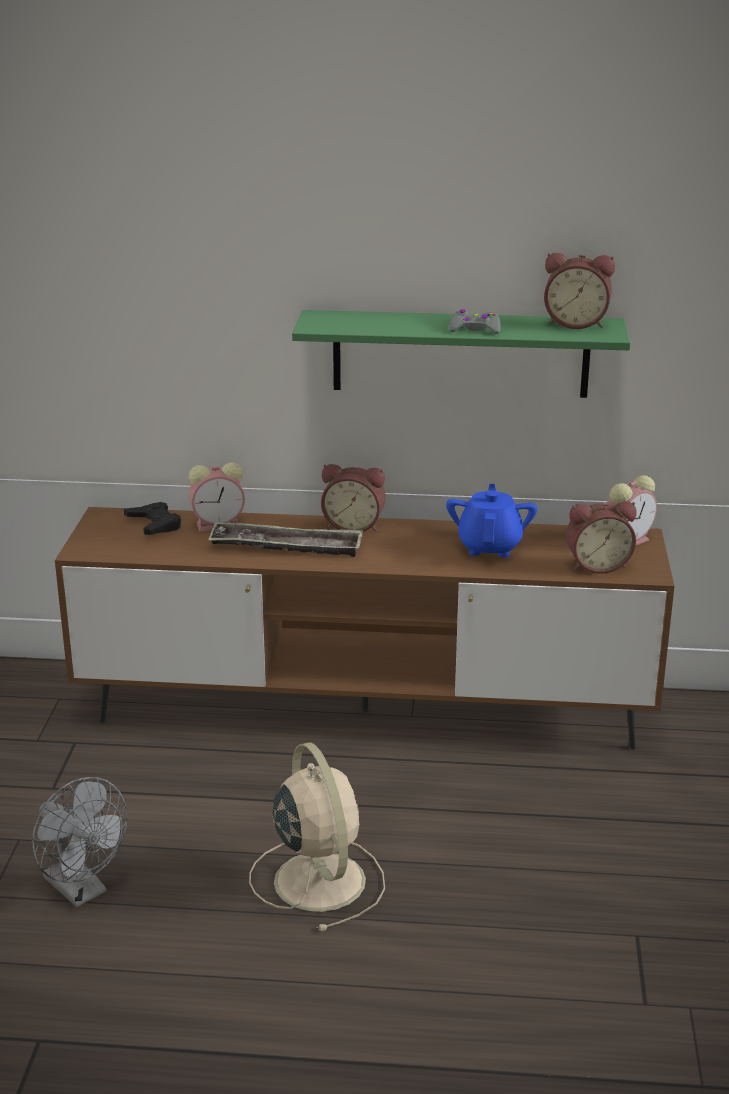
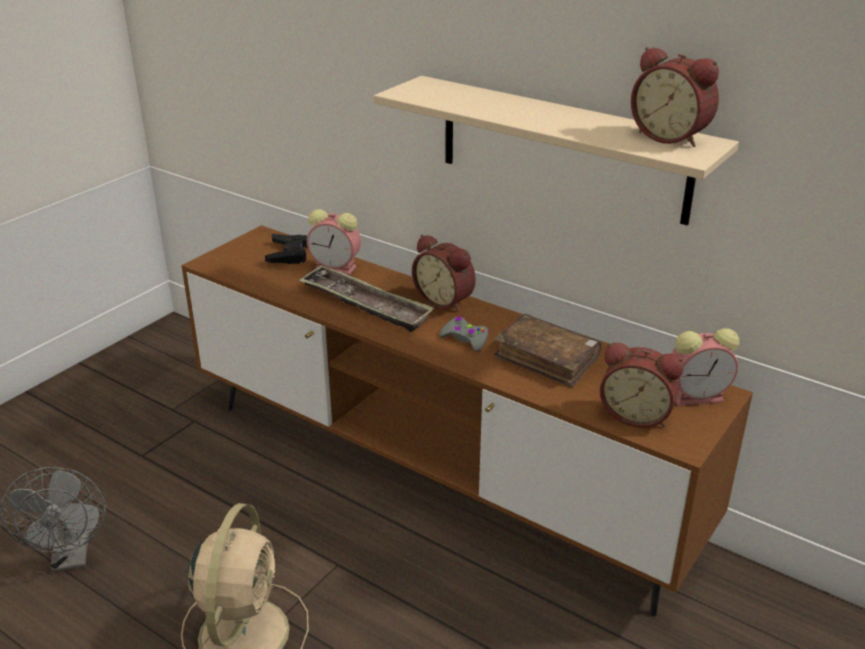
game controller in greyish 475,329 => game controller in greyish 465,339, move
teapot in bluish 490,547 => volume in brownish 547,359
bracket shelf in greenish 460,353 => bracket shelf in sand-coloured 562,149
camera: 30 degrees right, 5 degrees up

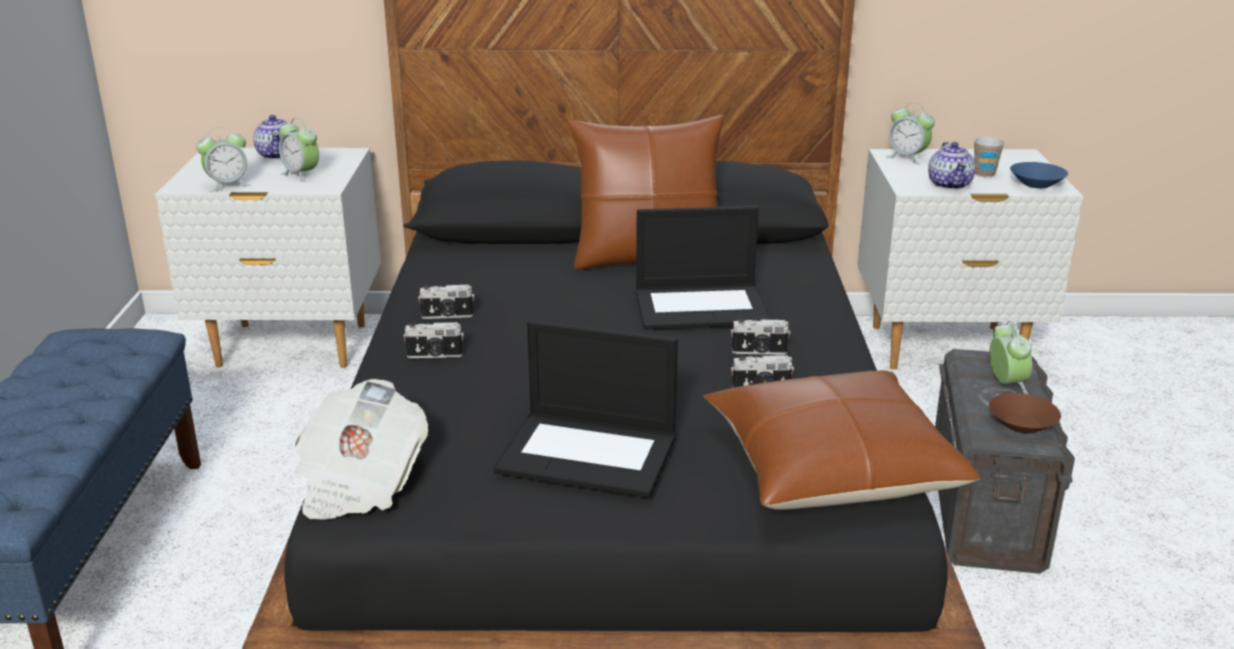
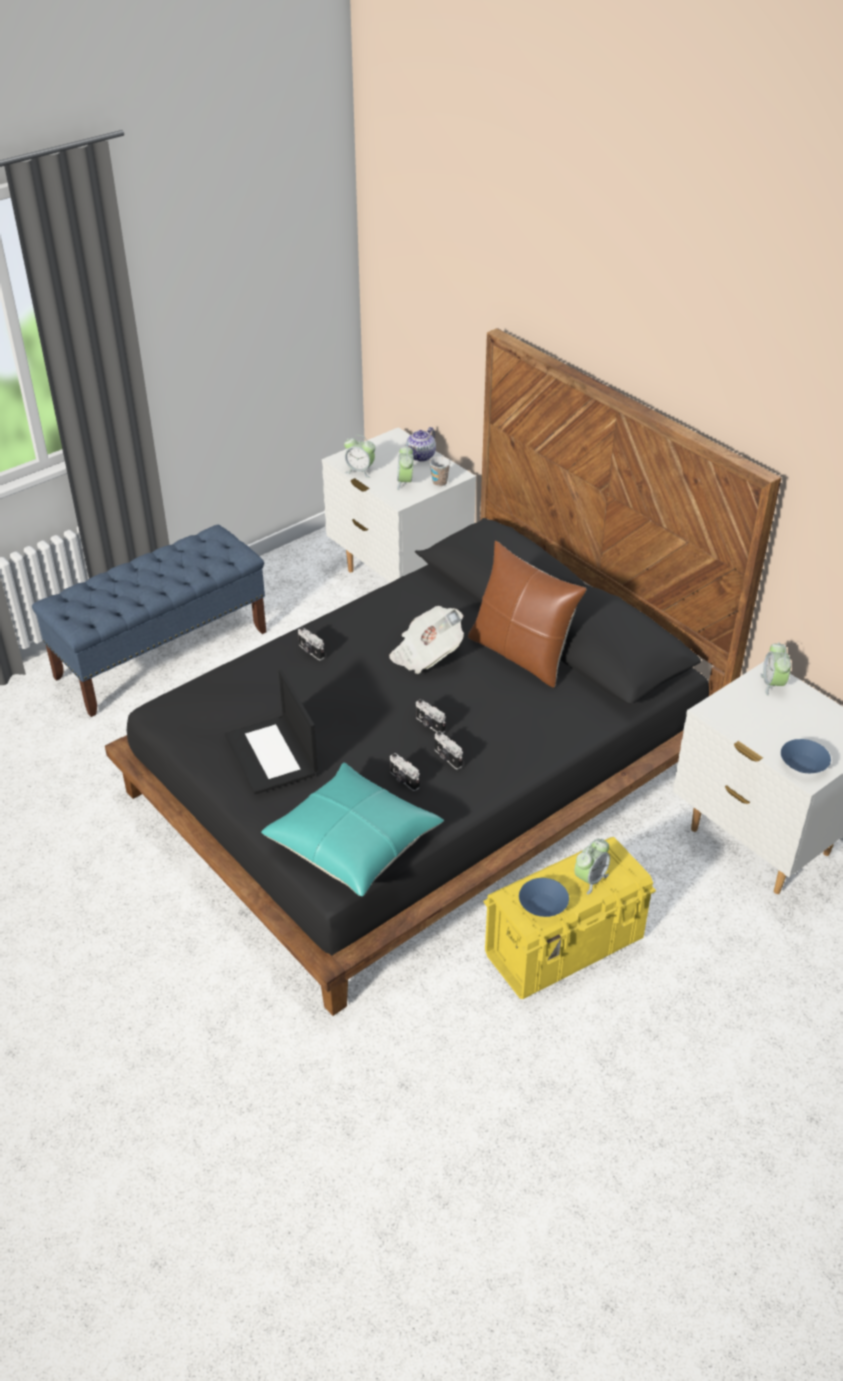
portable computer 702,307 => nothing
teapot 950,184 => nothing
daily paper 359,483 => daily paper 426,655, move
still camera 447,316 => still camera 429,725, move
drinking cup 984,174 => drinking cup 439,482, move
cushion in brownish 831,466 => cushion in turquoise 353,842
storage box in greyish 985,508 => storage box in yellowish 565,947
bowl in brownish 1020,425 => bowl in bluish 542,905
camera: 50 degrees right, 15 degrees up

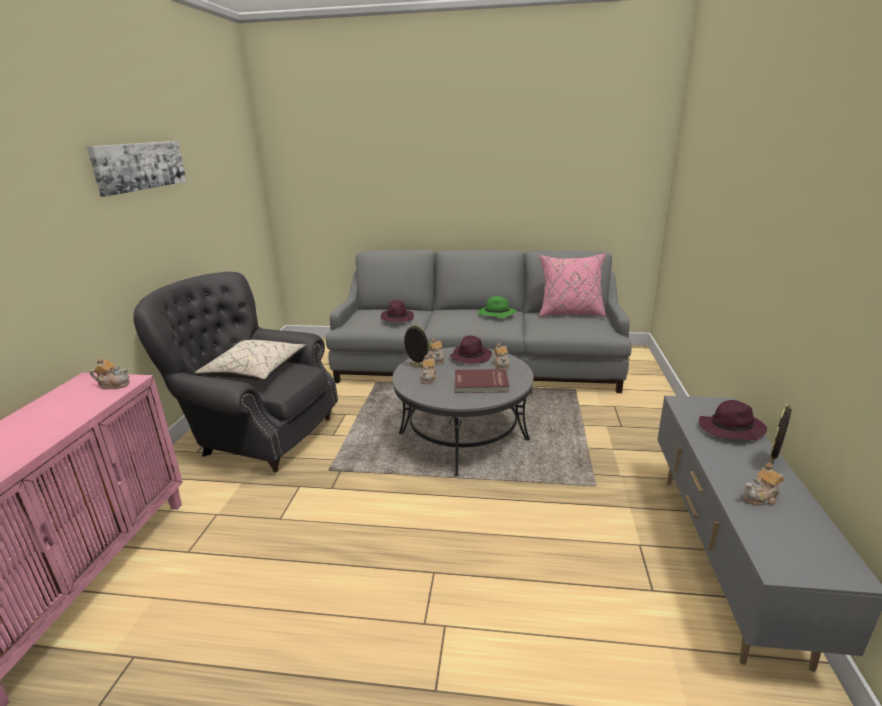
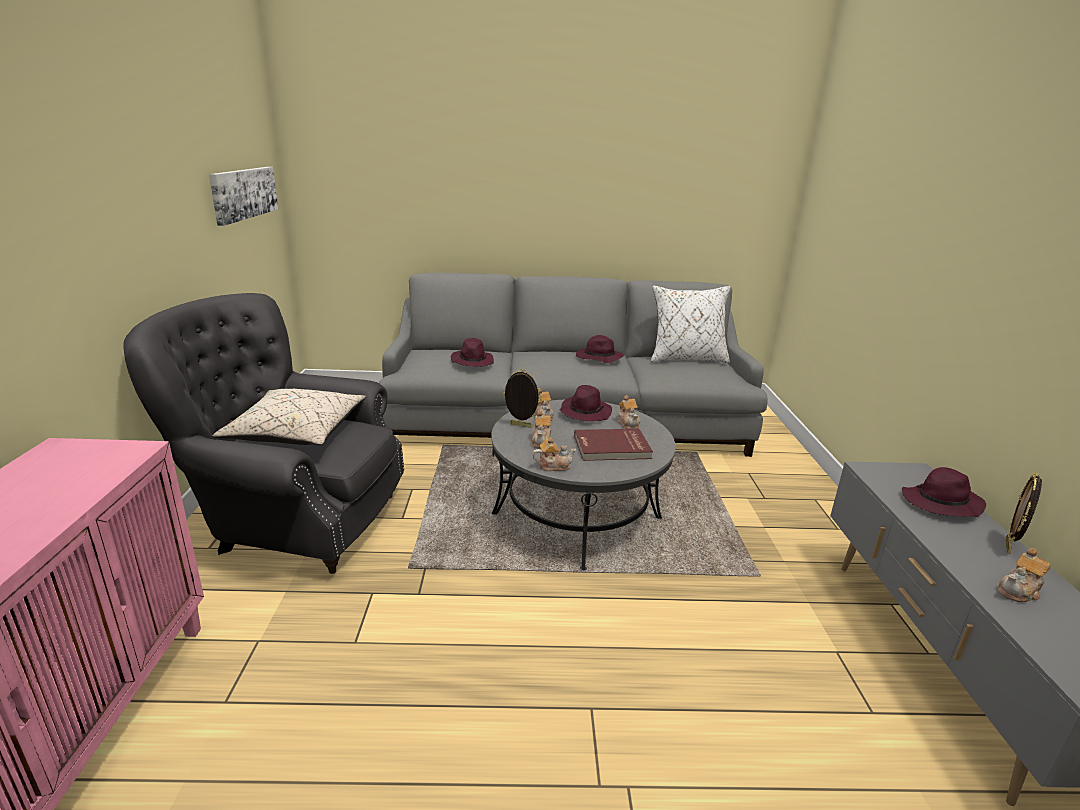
wall picture 139,166 => wall picture 244,193, move
teapot 114,384 => teapot 553,466, move
hat in greenish 496,314 => hat in purplish 598,358
cushion in pink-coloured 570,313 => cushion in whitish 686,358
camera: 10 degrees left, 0 degrees up

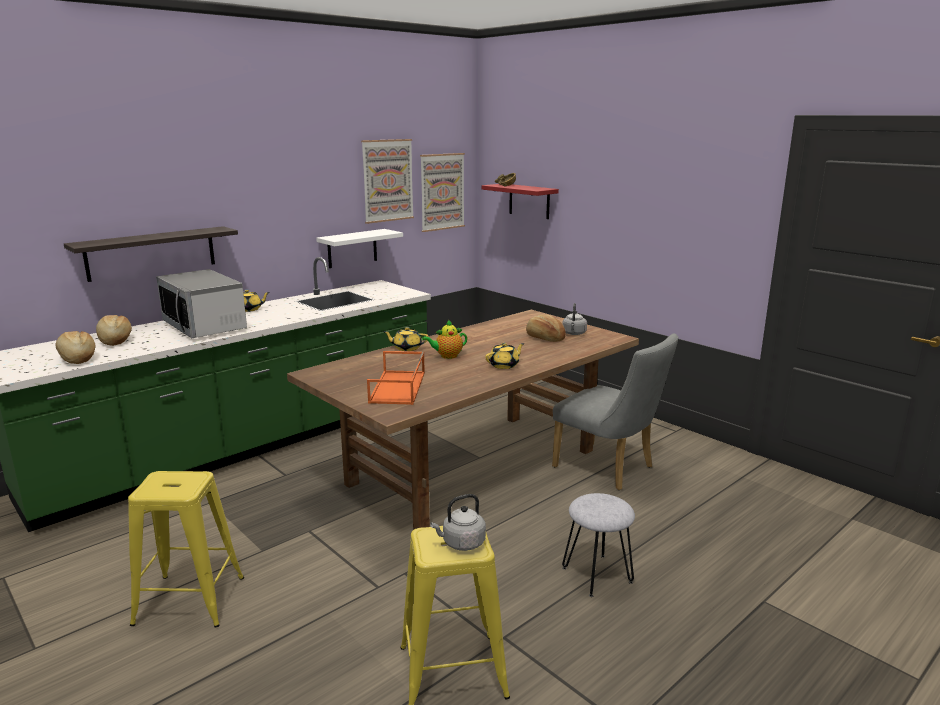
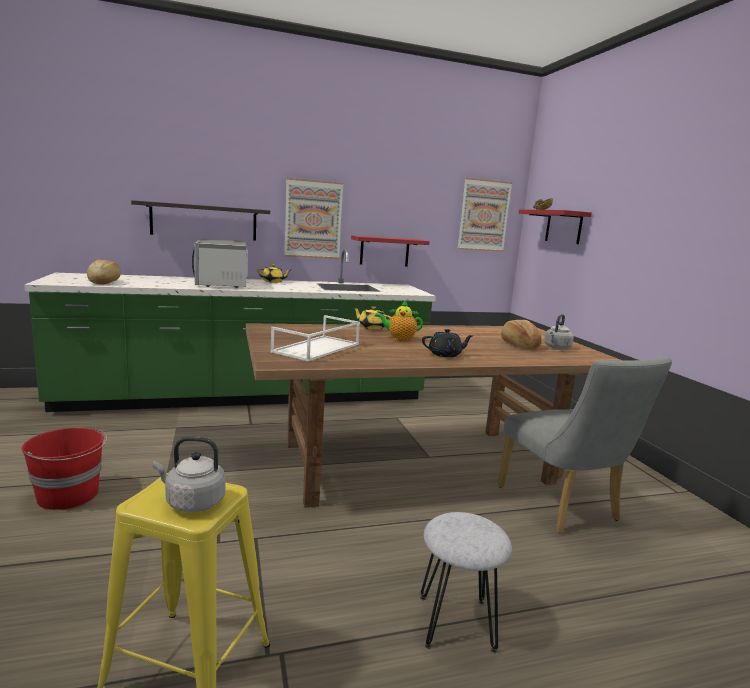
bakery bread 114,340 => nothing
wall picture 387,180 => wall picture 313,219, move
stool in yellowish 189,600 => bucket in red-coloured 69,495
bracket shelf in whitish 352,248 => bracket shelf in red-coloured 384,251
serving tray in orange-coloured 398,387 => serving tray in whitish 317,348
teapot in yellowish 504,365 => teapot in blackish 445,354
camera: 25 degrees right, 5 degrees down

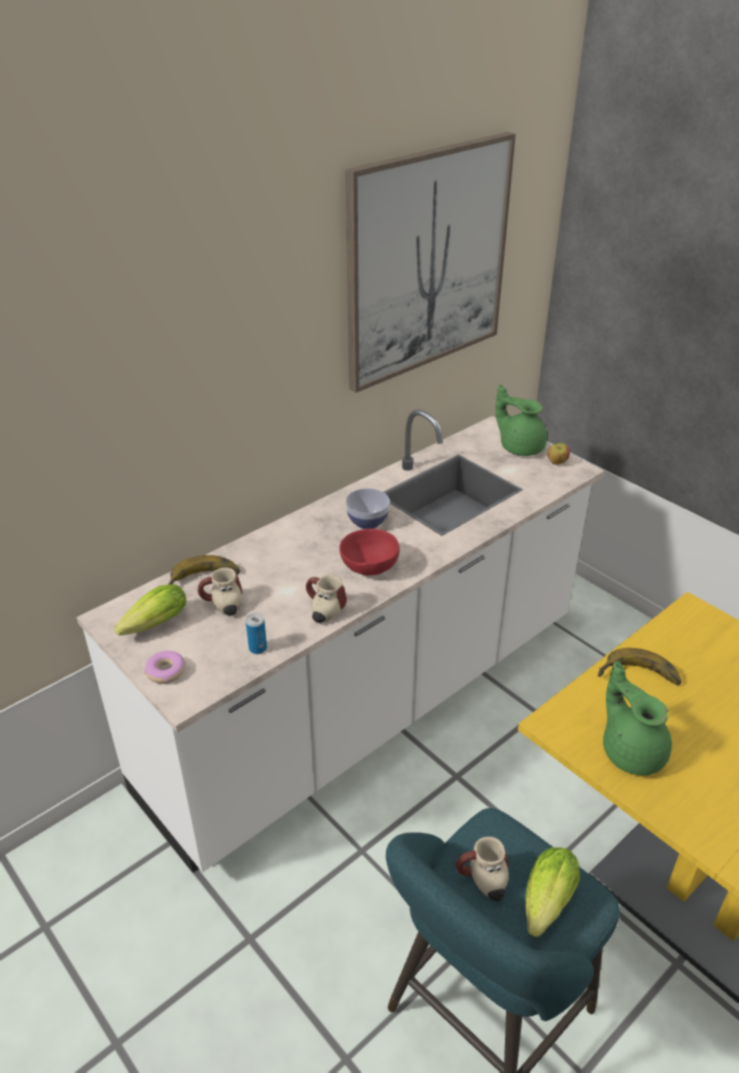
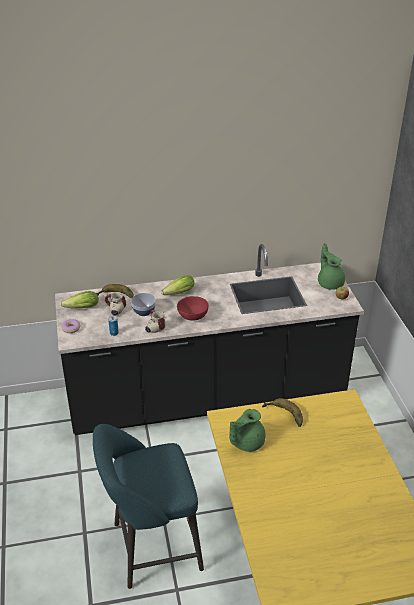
wall picture 427,261 => nothing
tea mug 482,882 => nothing
bowl 367,522 => bowl 143,311, move
head of lettuce 545,905 => head of lettuce 177,294, move
kitchen counter in whitish 369,705 => kitchen counter in blackish 207,398
teapot in greenish 631,750 => teapot in greenish 246,442, 135 degrees counterclockwise
camera: 30 degrees right, 0 degrees up

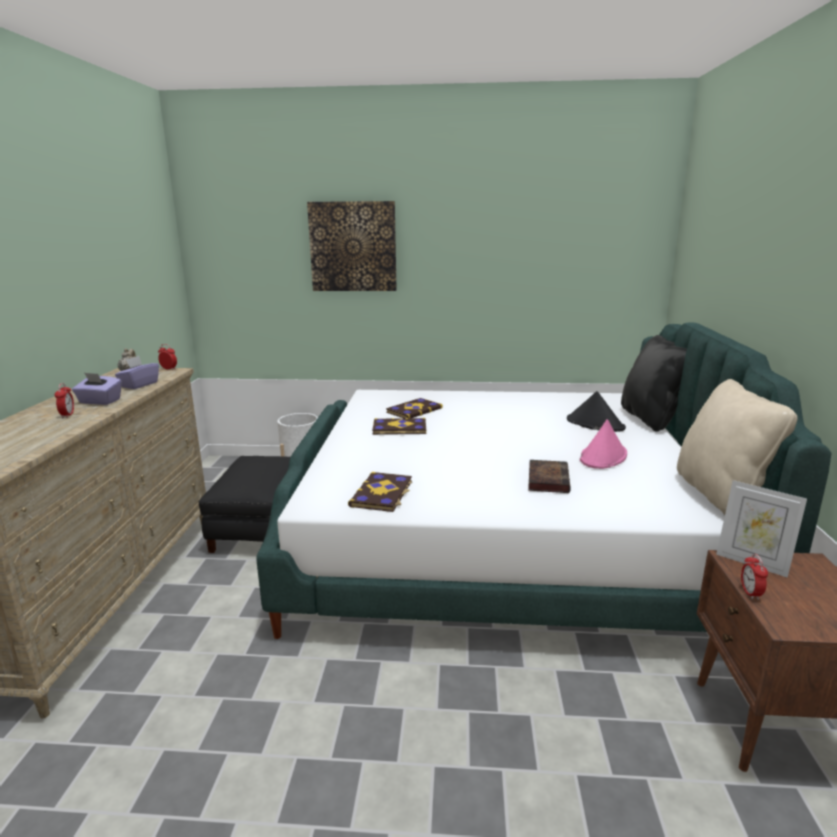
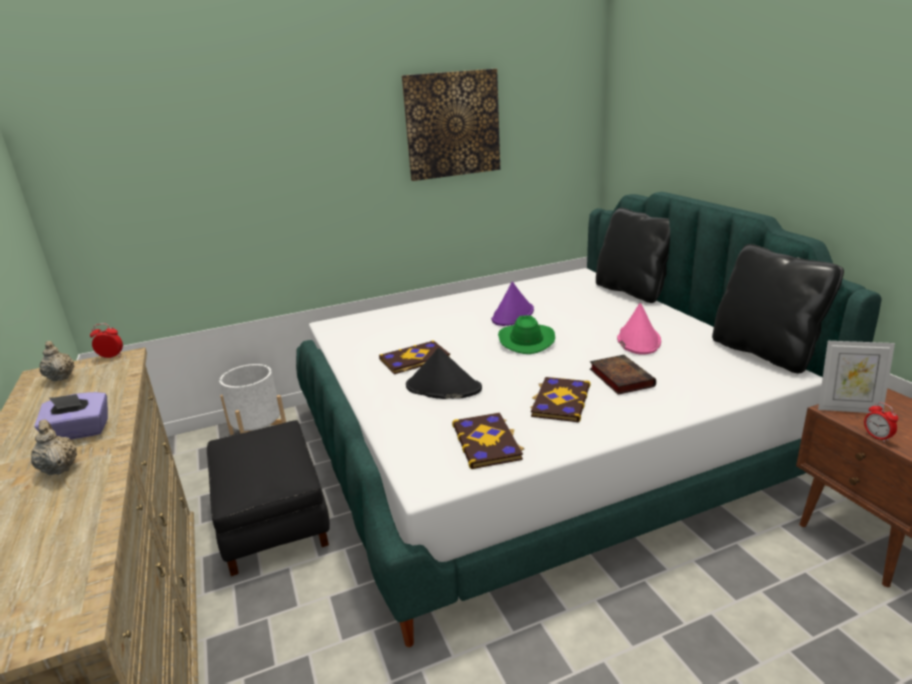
box of tissues in purplish 139,385 => nothing
nothing => hat in purplish 513,315
nothing => hat in greenish 525,340
wall picture 353,247 => wall picture 452,124, move
volume 413,410 => volume 560,401, move
hat in blackish 594,424 => hat in blackish 443,387, move
table clock 67,415 => teapot in sand-coloured 59,468
cushion in sand-coloured 720,495 => cushion in blackish 764,352
camera: 25 degrees left, 5 degrees up

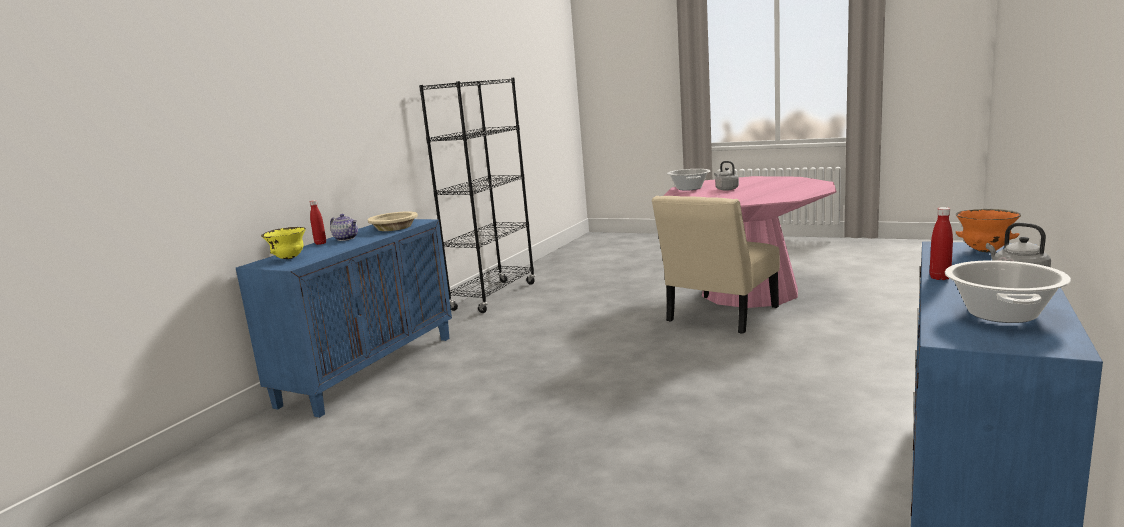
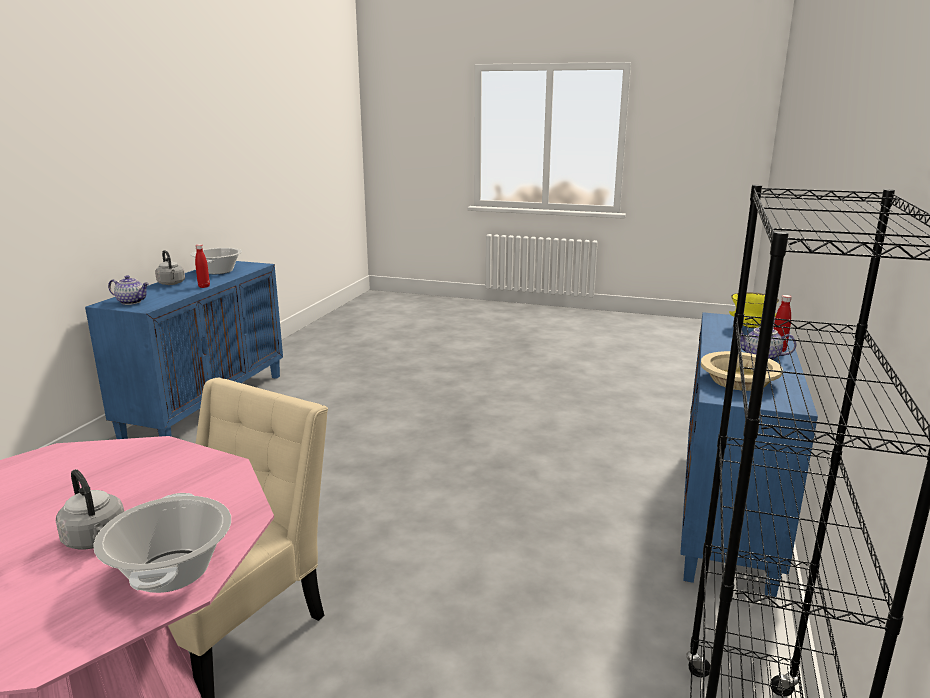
bowl in orange-coloured 985,251 => teapot 132,302
camera: 170 degrees right, 5 degrees up

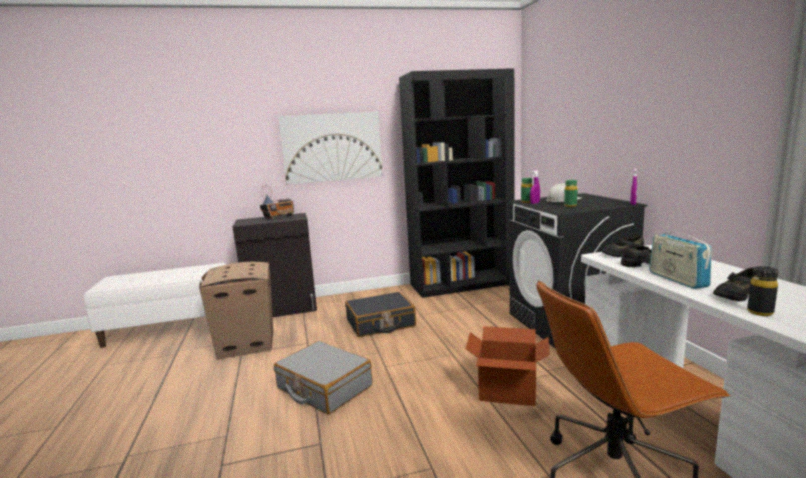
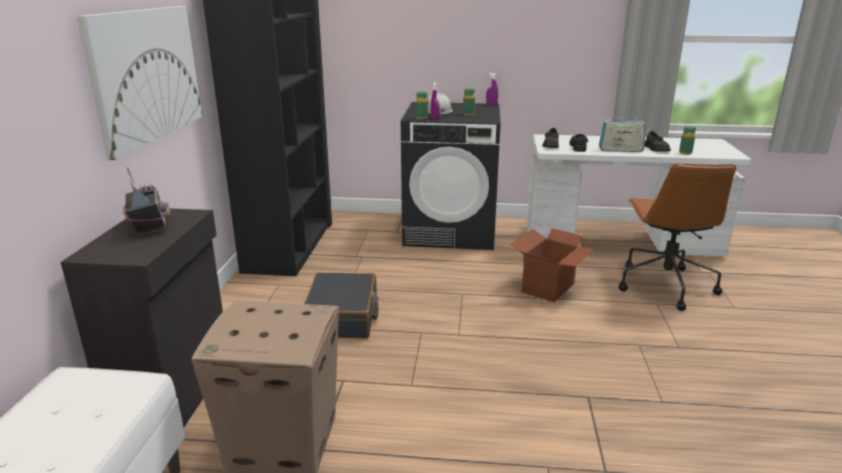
suitcase in greyish 324,387 => nothing
drink bottle in blackish 760,312 => drink bottle in greenish 685,153
camera: 70 degrees left, 10 degrees up

